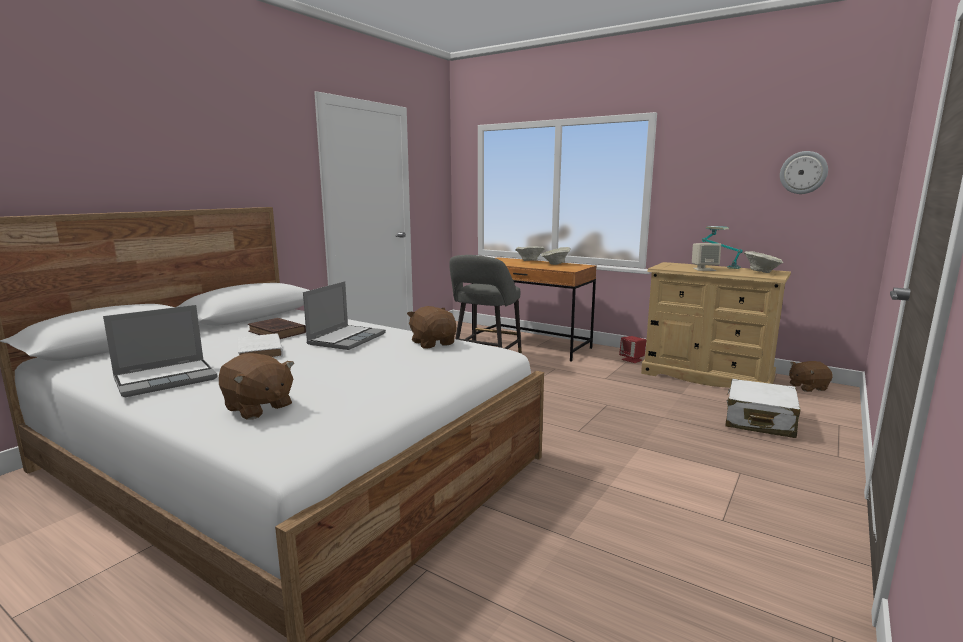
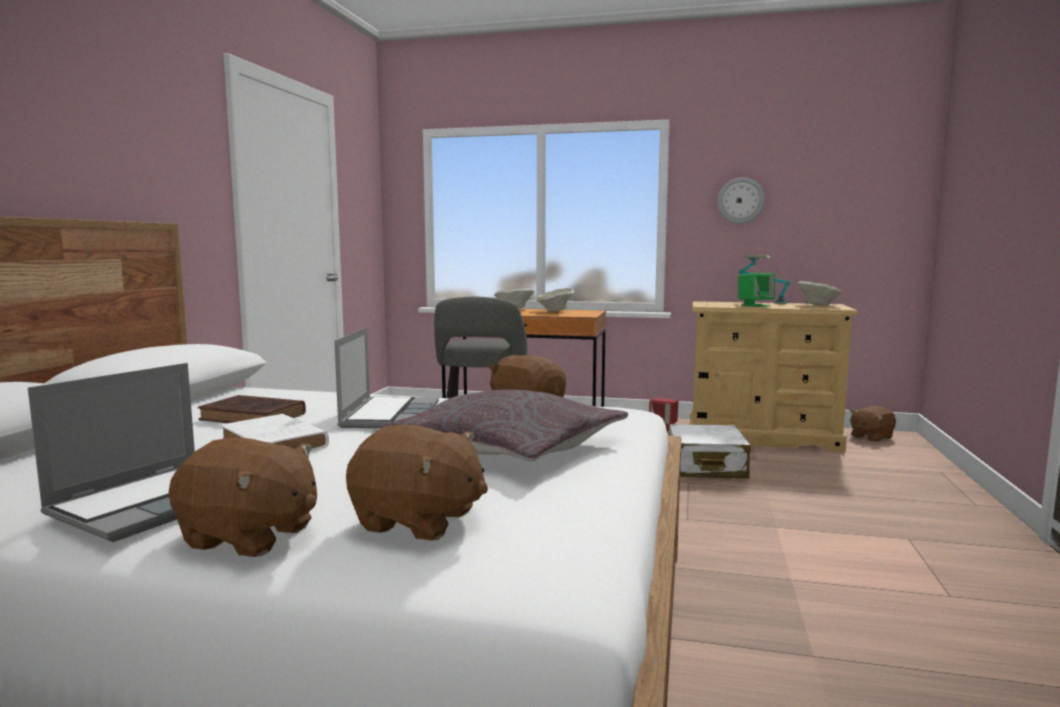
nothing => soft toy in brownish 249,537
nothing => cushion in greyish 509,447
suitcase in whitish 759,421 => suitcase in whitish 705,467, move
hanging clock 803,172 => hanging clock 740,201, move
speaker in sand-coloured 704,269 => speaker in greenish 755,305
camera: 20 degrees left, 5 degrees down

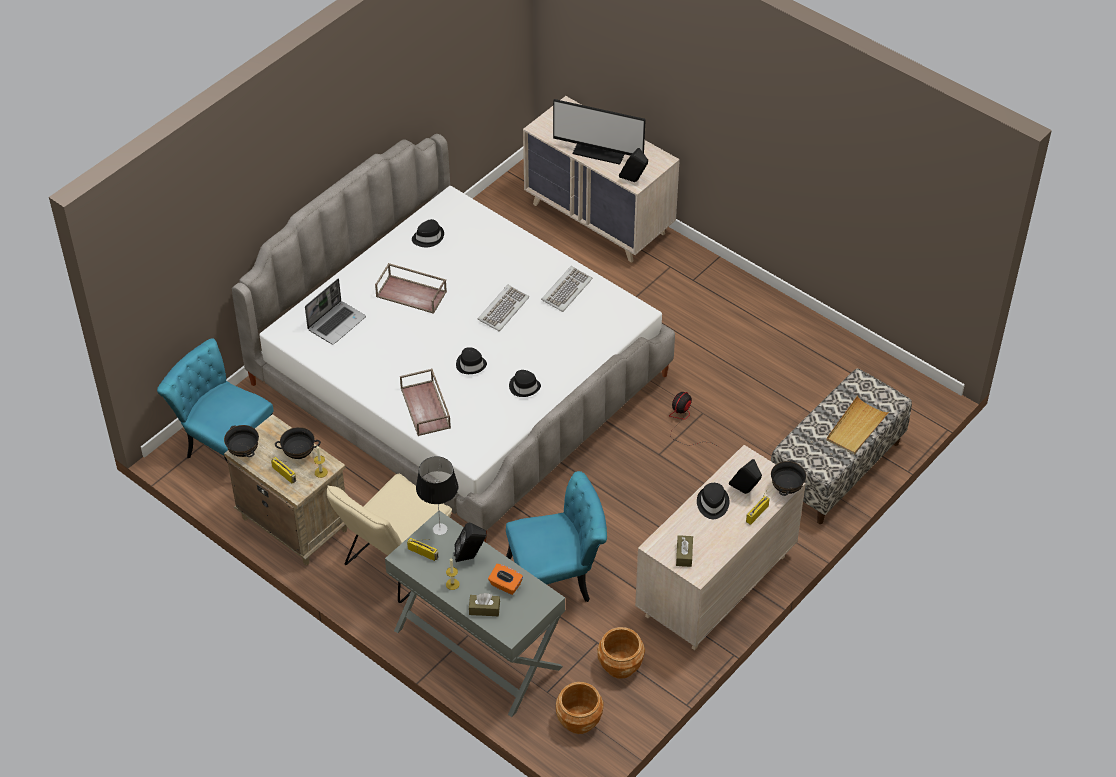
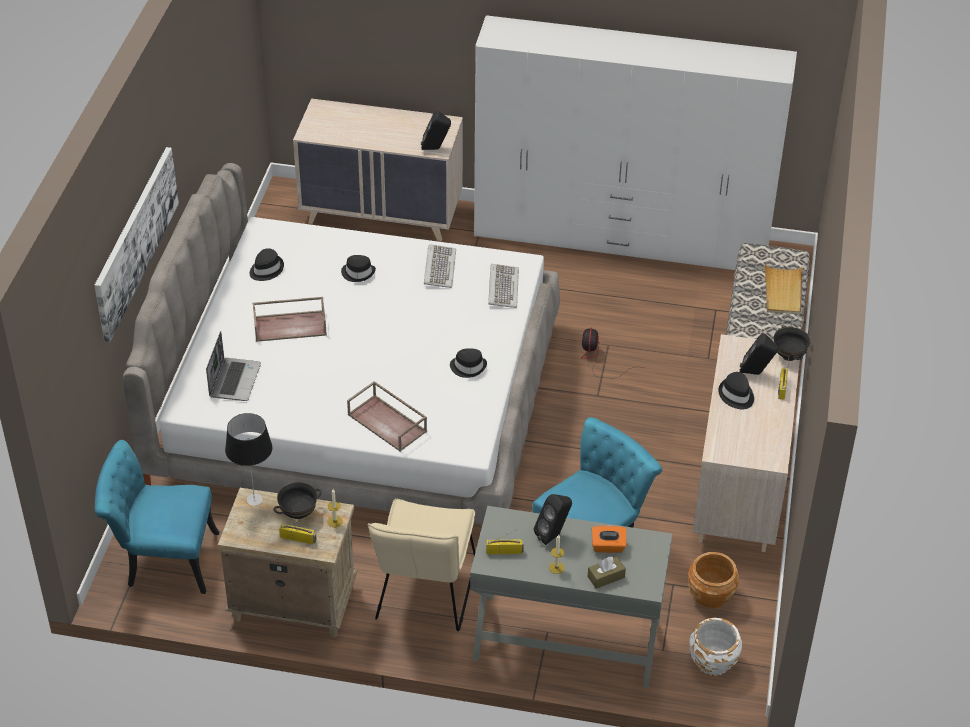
bowl in blackish 244,452 => nothing
monitor 600,150 => nothing
box of tissues in brownish 684,554 => nothing
nothing => wall picture 135,241
nothing => armoire in whitish 621,240
table lamp 440,529 => table lamp 255,499, move
hat in blackish 471,364 => hat in blackish 358,273, move
keyboard 503,309 => keyboard 502,288, move
flower pot in brownish 579,720 => flower pot in whitish 712,662
camera: 30 degrees left, 5 degrees down

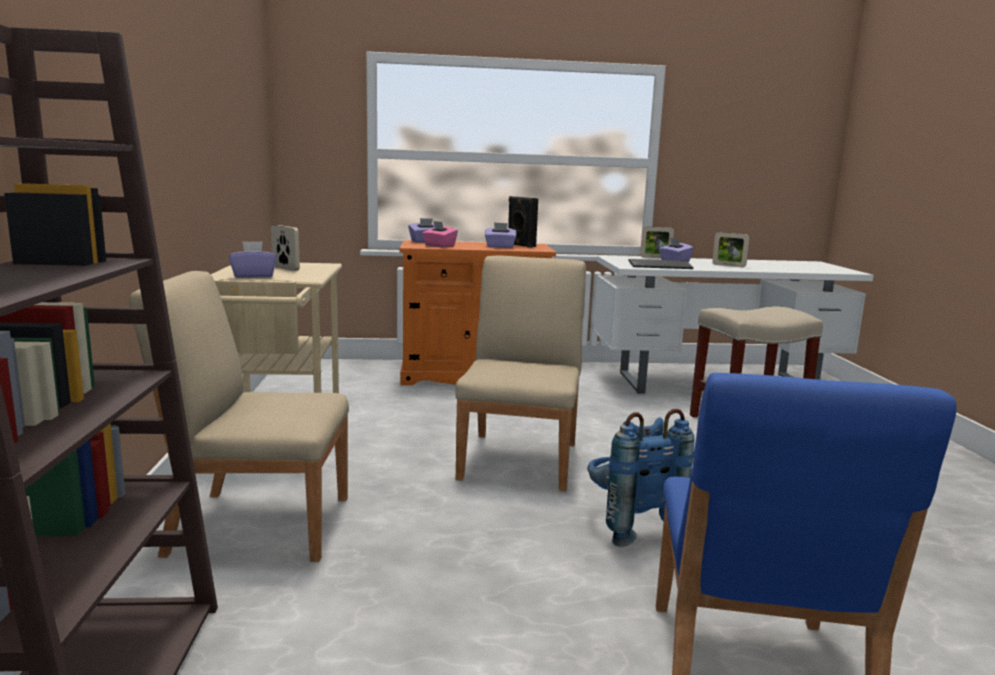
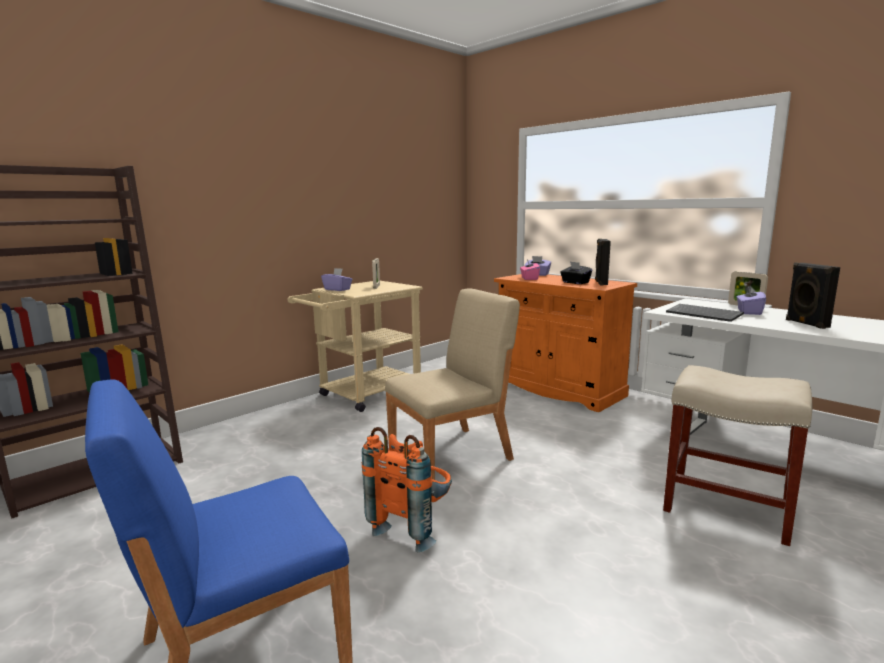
chair in sand-coloured 258,524 => nothing
photo frame 728,265 => speaker in blackish 805,323
box of tissues in purplish 500,247 => box of tissues in blackish 575,282
rucksack in bluish 628,524 => rucksack in orange-coloured 413,526
camera: 50 degrees right, 0 degrees up

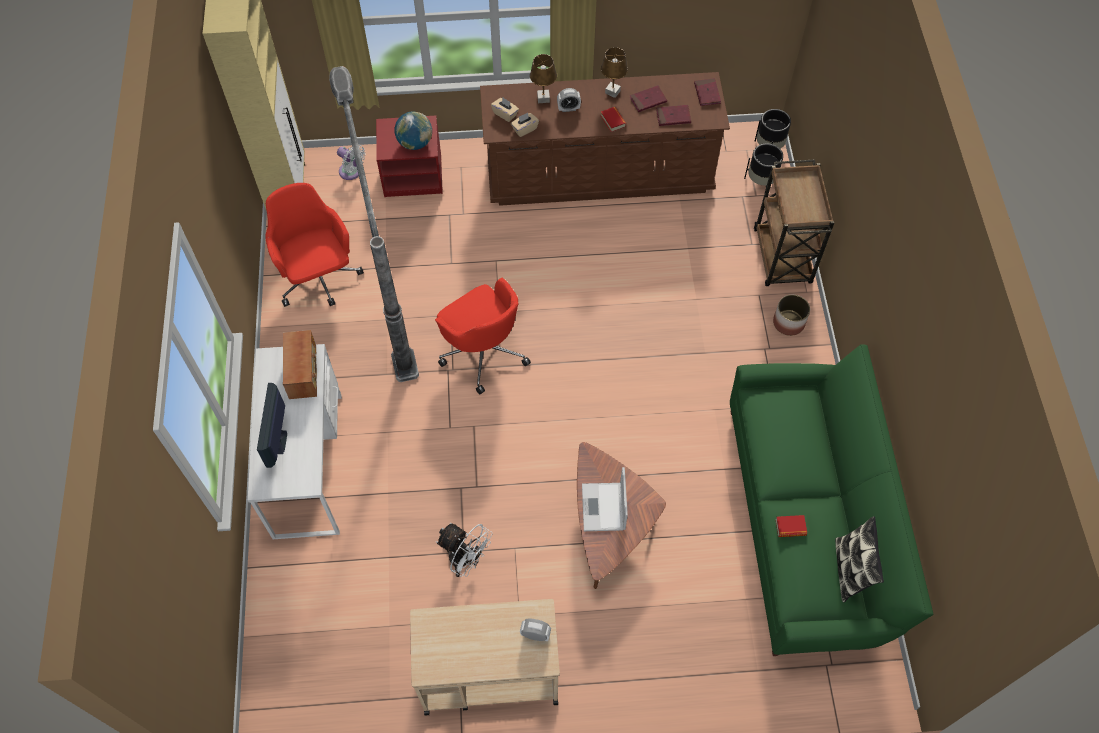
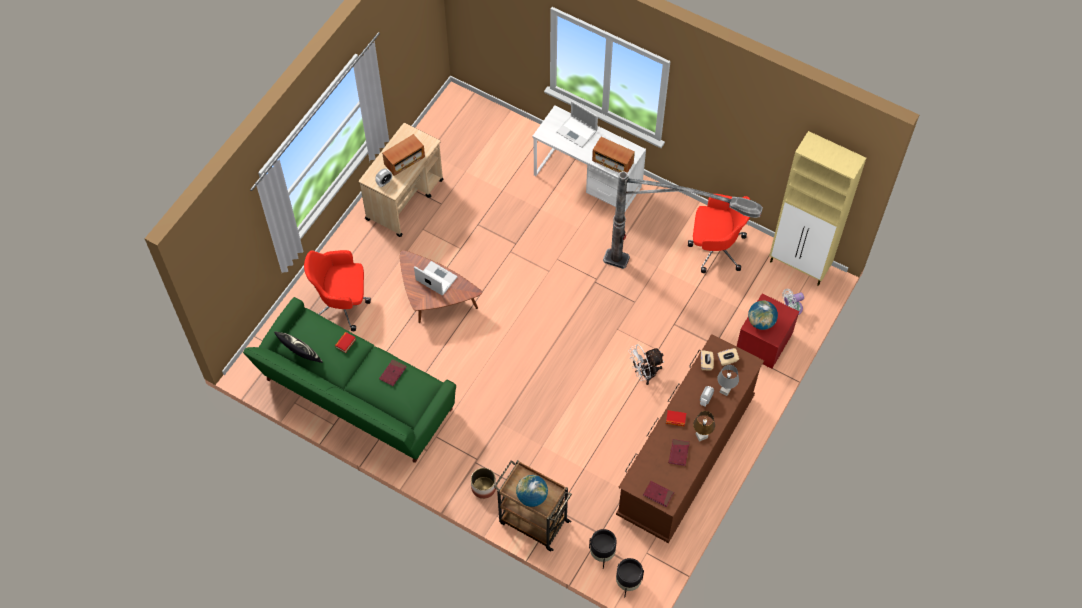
nothing => radio receiver 404,161
nothing => desk globe 532,496
office chair in red-coloured 483,351 => office chair in red-coloured 342,303, move
cooling fan in whitish 465,560 => cooling fan in whitish 644,373, move
volume in red-coloured 673,117 => volume in red-coloured 393,373, move
monitor 278,442 => portable computer 577,132
table lamp in brownish 543,99 => table lamp in greyish 725,390
camera: 125 degrees right, 0 degrees up

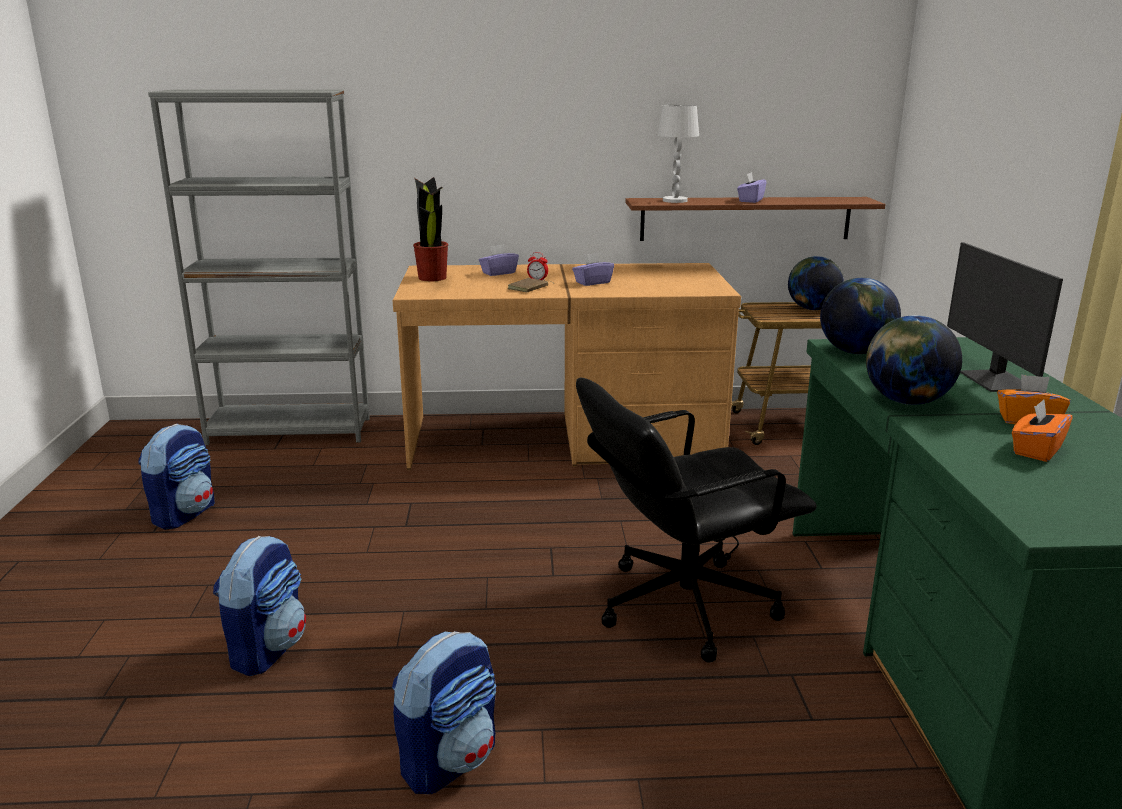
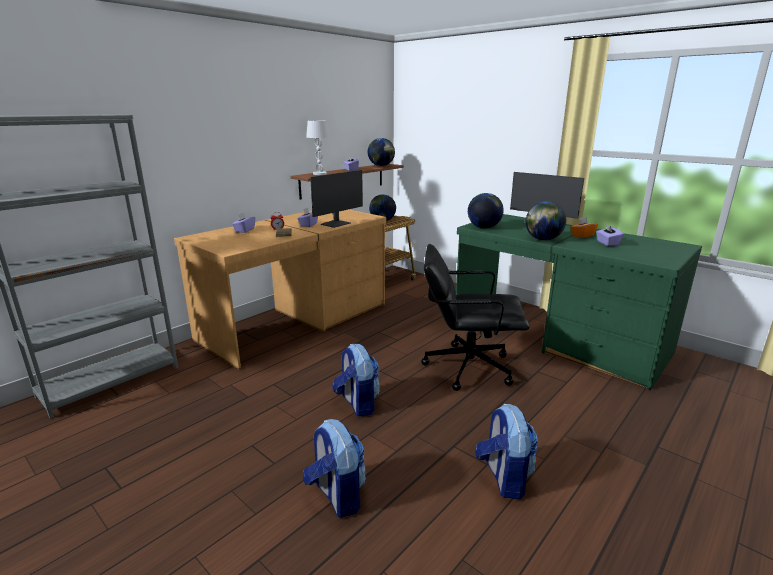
potted plant 432,277 => nothing
nothing => monitor 336,224
nothing => desk globe 381,166
rucksack 184,514 => rucksack 357,404, move
box of tissues in orange-coloured 1036,450 => box of tissues in purplish 607,243
office chair in blackish 683,605 => office chair in blackish 467,366, 75 degrees clockwise
camera: 45 degrees left, 0 degrees up

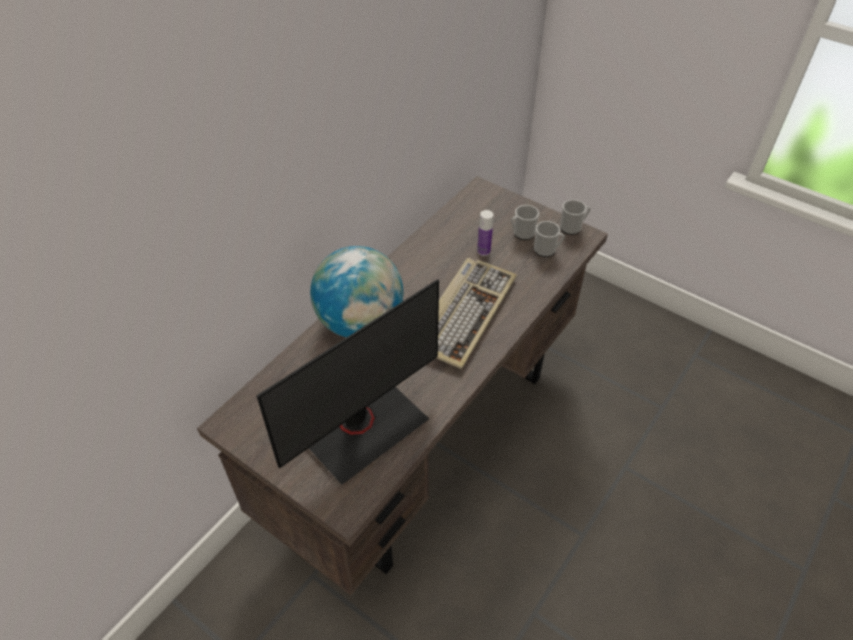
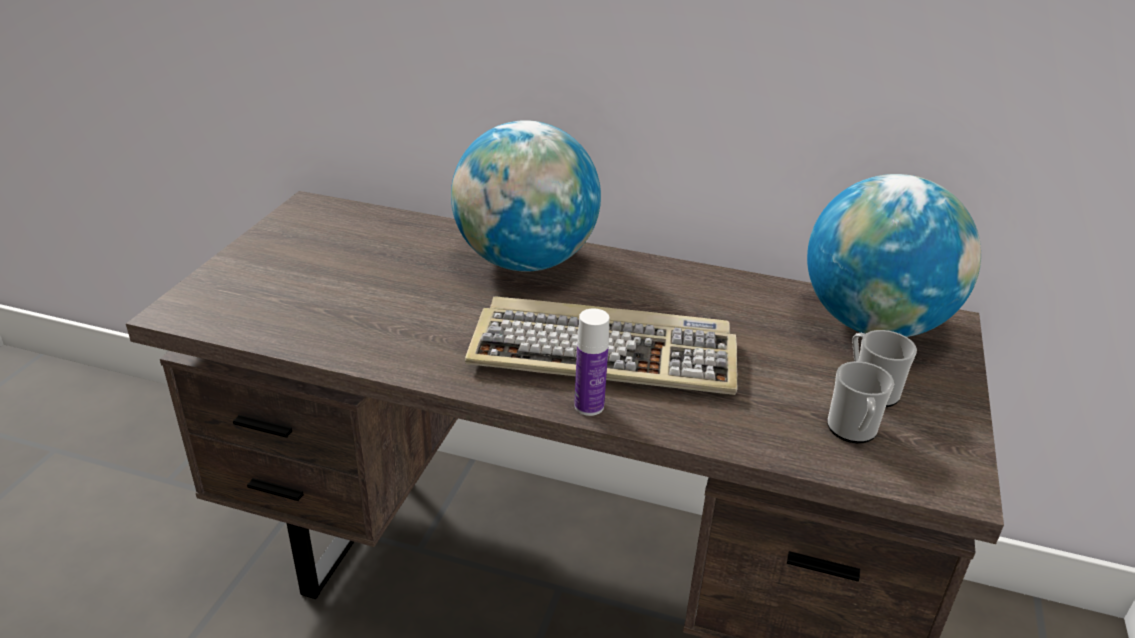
monitor 362,427 => nothing
tea mug 572,227 => nothing
nothing => desk globe 874,324
drink bottle 483,251 => drink bottle 589,406, move
camera: 70 degrees right, 15 degrees down

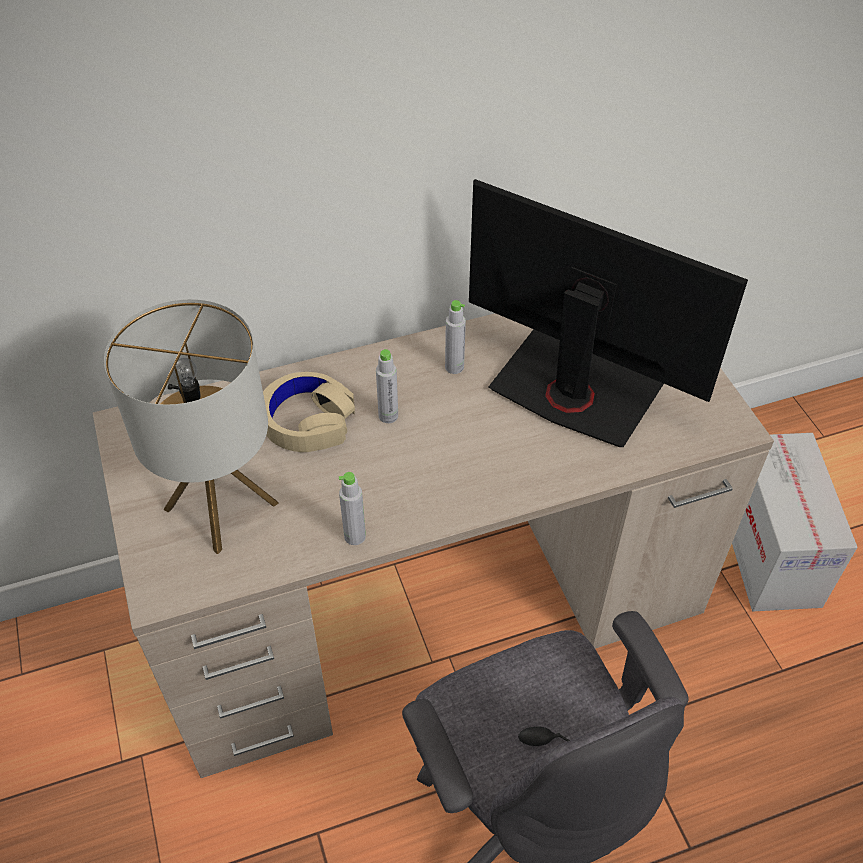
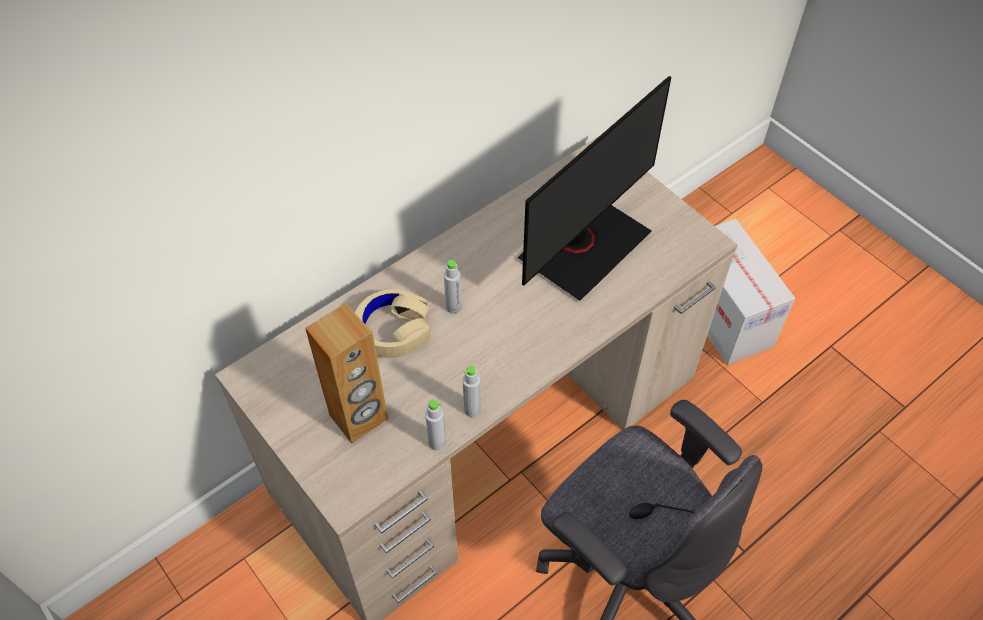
drink bottle in greyish 454,367 => drink bottle in greyish 437,443, move
table lamp 221,505 => speaker in brownish 359,418
monitor 574,390 => monitor 583,245, 120 degrees clockwise
camera: 20 degrees left, 5 degrees up

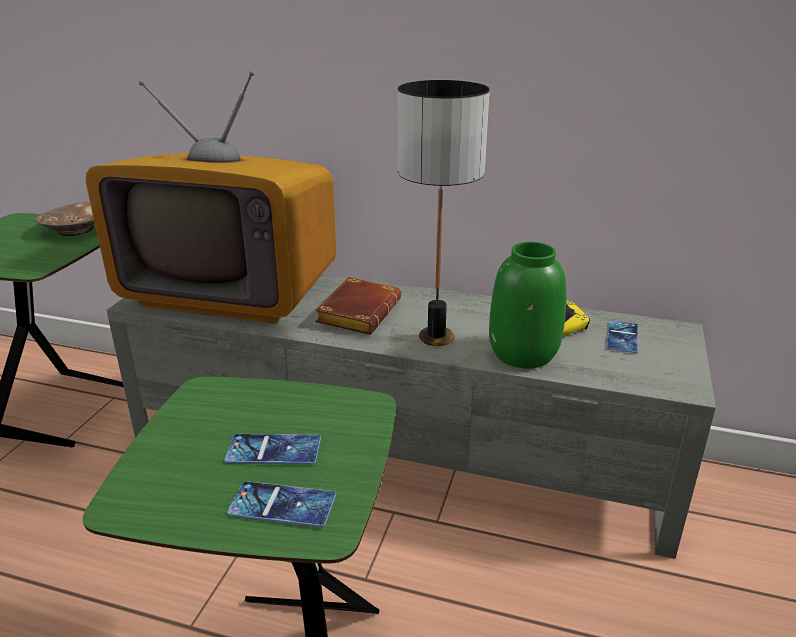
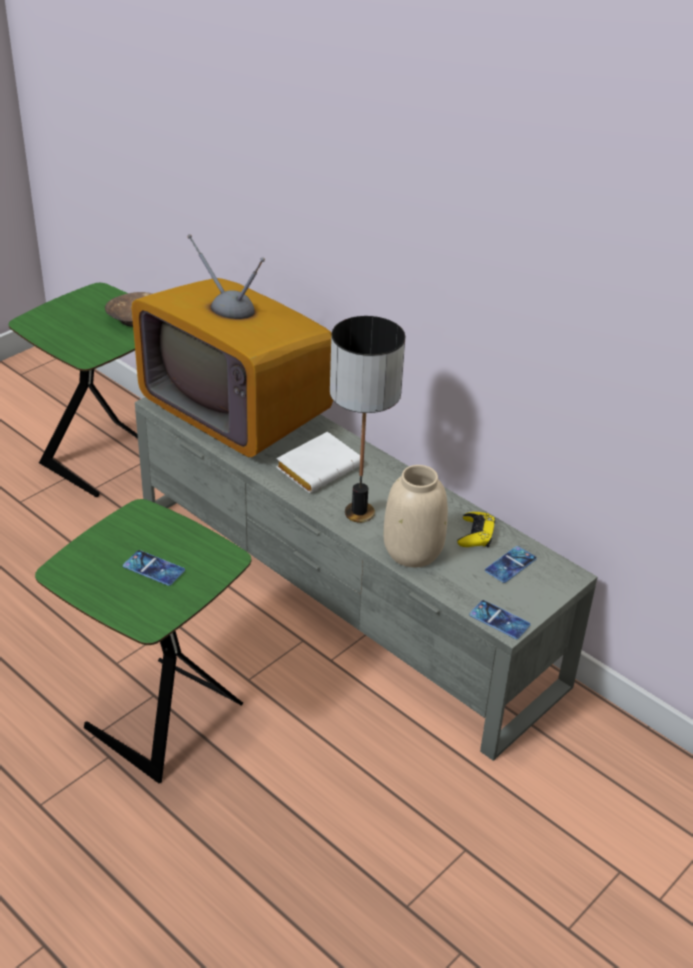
handset 282,505 => handset 499,620, move
volume in brownish 357,312 => volume in whitish 319,467
vase in greenish 524,354 => vase in sand-coloured 413,552
camera: 25 degrees right, 10 degrees up

